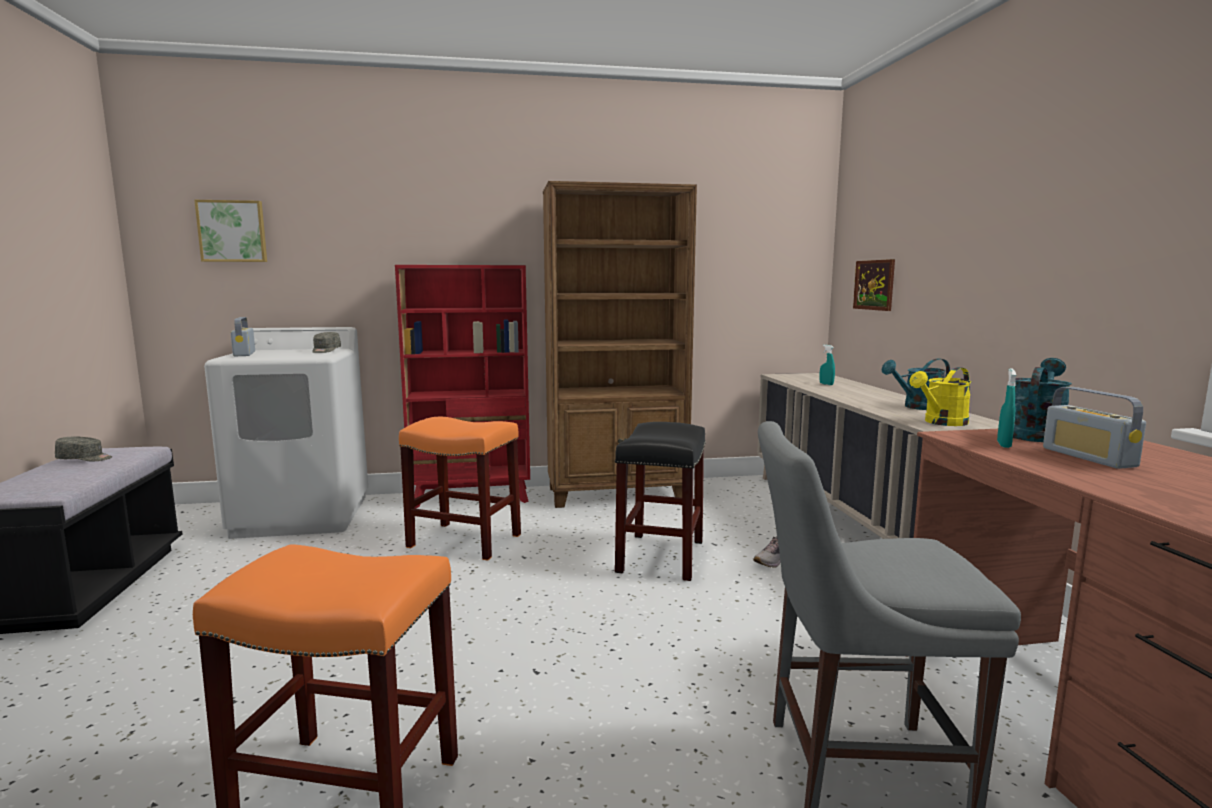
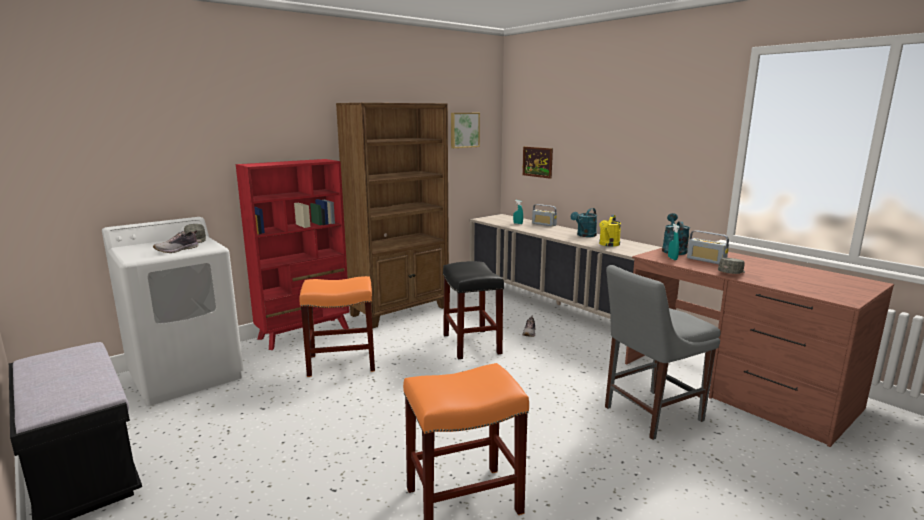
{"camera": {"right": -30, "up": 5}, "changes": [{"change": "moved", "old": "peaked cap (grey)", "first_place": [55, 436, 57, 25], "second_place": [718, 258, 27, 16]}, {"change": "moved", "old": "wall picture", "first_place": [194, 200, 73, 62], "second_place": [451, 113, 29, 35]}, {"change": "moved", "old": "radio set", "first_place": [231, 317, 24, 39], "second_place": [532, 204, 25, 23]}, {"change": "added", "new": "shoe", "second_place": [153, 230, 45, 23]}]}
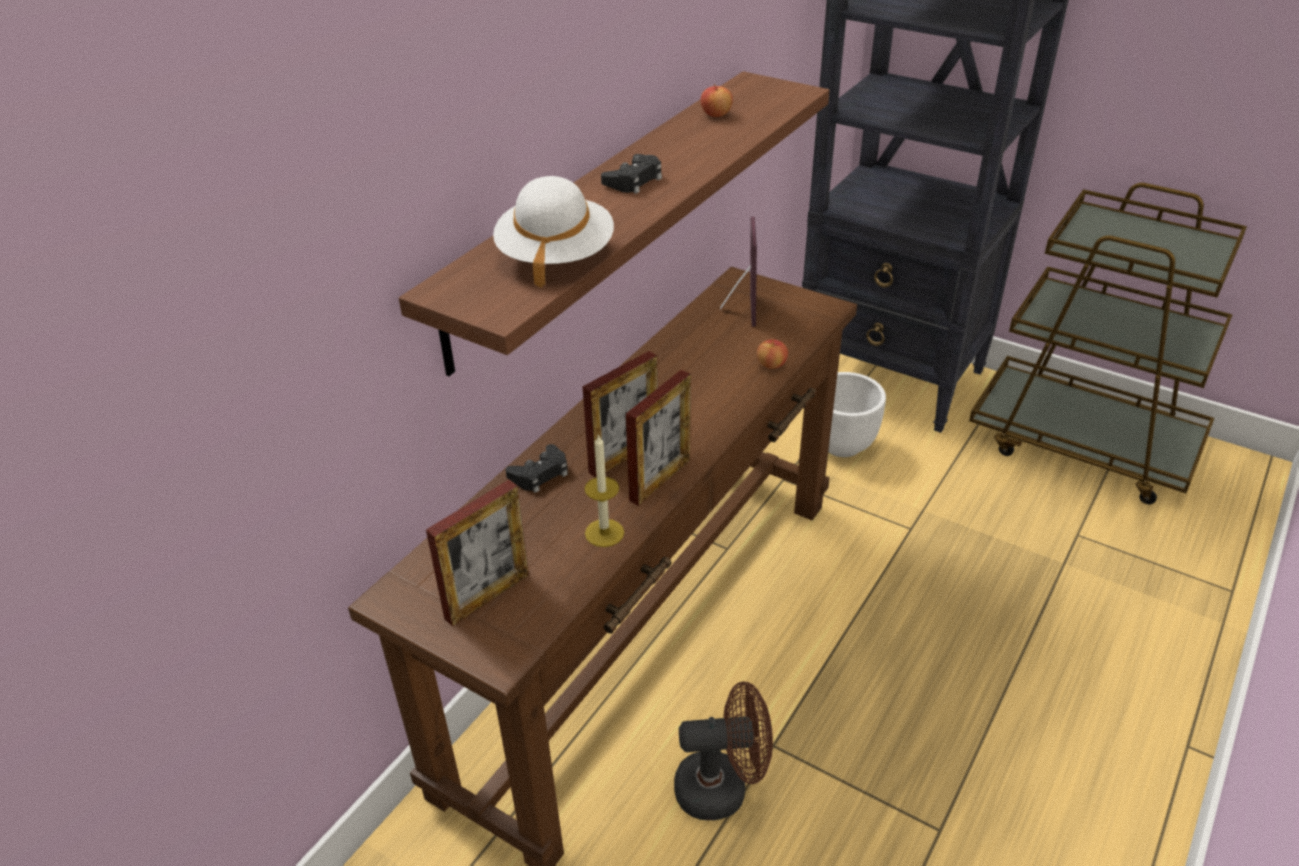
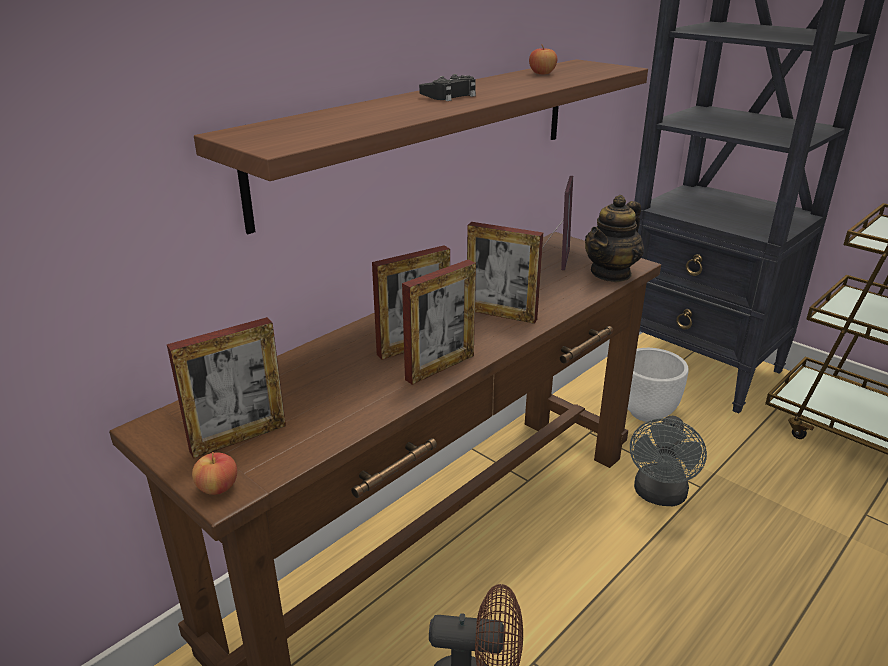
{"camera": {"right": 10, "up": -10}, "changes": [{"change": "removed", "old": "hat (whitish)", "first_place": [493, 176, 121, 112]}, {"change": "removed", "old": "gamepad (black)", "first_place": [506, 444, 62, 49]}, {"change": "removed", "old": "wax candle", "first_place": [584, 433, 40, 114]}, {"change": "moved", "old": "apple", "first_place": [757, 338, 31, 31], "second_place": [192, 452, 45, 43]}, {"change": "added", "new": "picture frame", "second_place": [467, 222, 76, 102]}, {"change": "added", "new": "tea pot", "second_place": [585, 195, 59, 87]}, {"change": "added", "new": "electric fan (grey)", "second_place": [630, 416, 77, 90]}]}
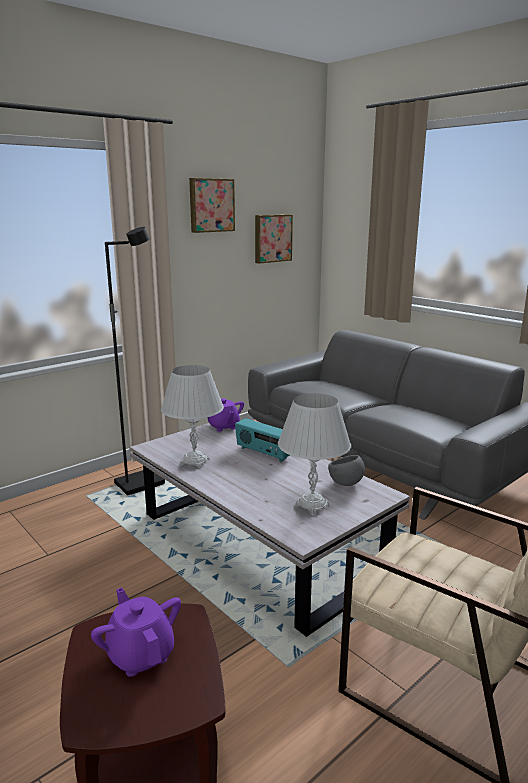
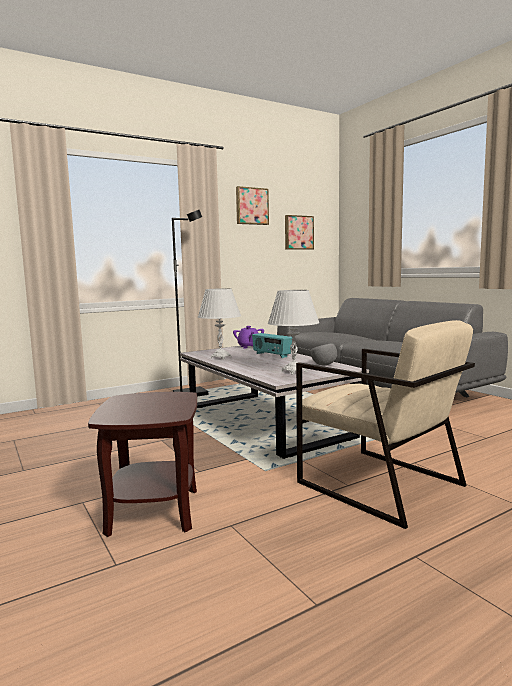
{"camera": {"right": 10, "up": -10}, "changes": [{"change": "removed", "old": "tea pot (purple)", "first_place": [91, 587, 90, 90]}]}
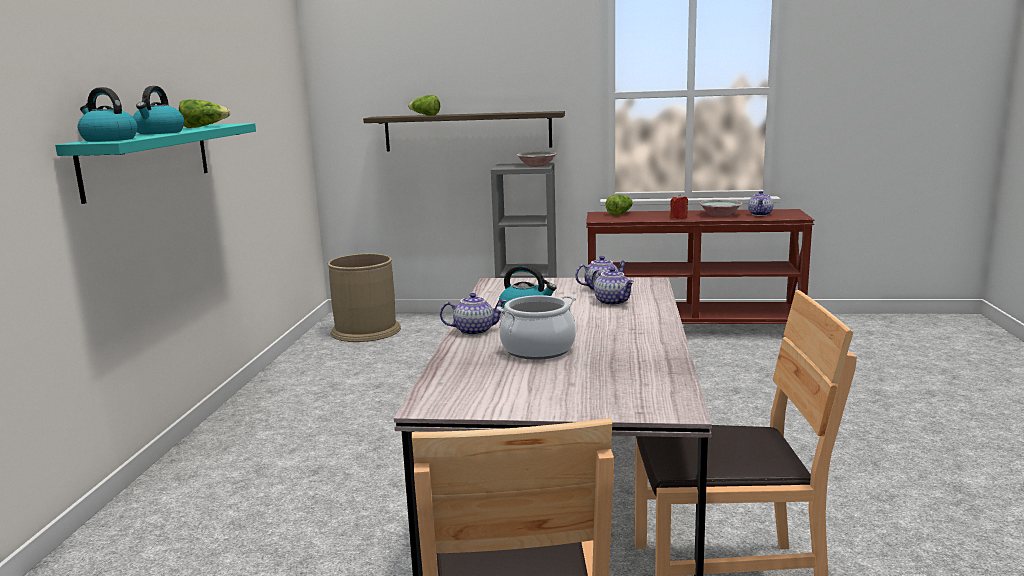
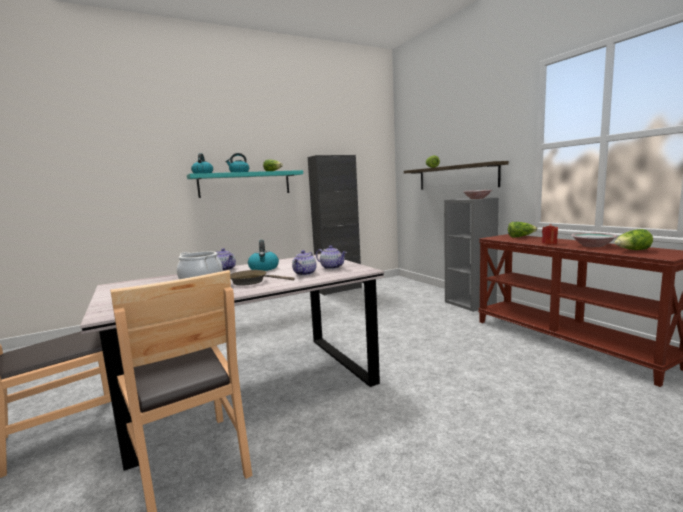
{"camera": {"right": 55, "up": -5}, "changes": [{"change": "removed", "old": "waste bin (brown-coloured)", "first_place": [328, 253, 73, 89]}, {"change": "replaced", "old": "tea pot", "new": "lettuce head", "first_place": [748, 191, 25, 25], "second_place": [615, 229, 38, 21]}, {"change": "added", "new": "pan (brown-coloured)", "second_place": [230, 270, 65, 15]}, {"change": "added", "new": "cupboard (black)", "second_place": [308, 155, 54, 140]}]}
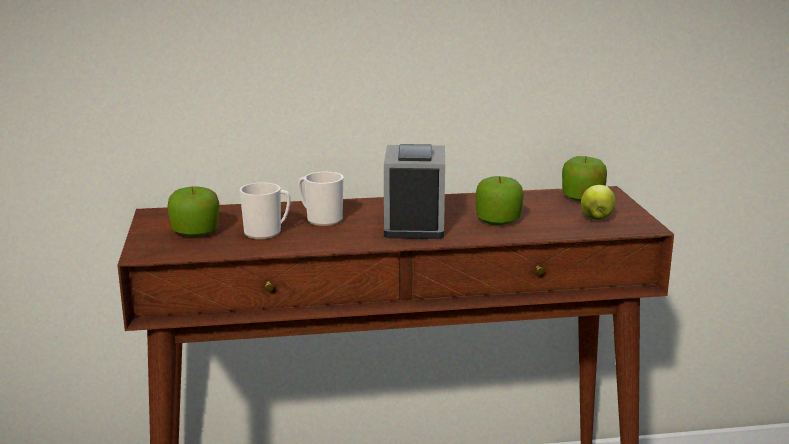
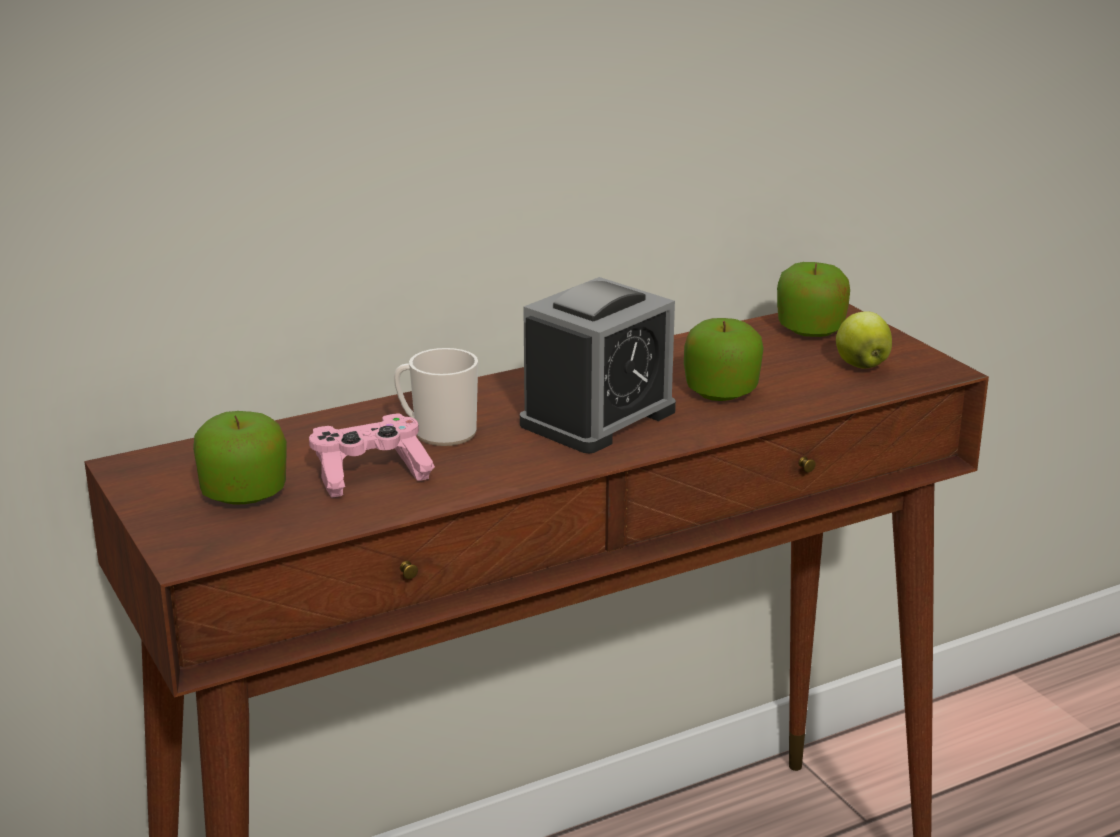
{"camera": {"right": -20, "up": 5}, "changes": [{"change": "replaced", "old": "coffee mug", "new": "gamepad (pink-coloured)", "first_place": [240, 183, 51, 56], "second_place": [309, 414, 126, 84]}, {"change": "turned", "old": "alarm clock", "first_place": [384, 144, 61, 95], "second_place": [520, 277, 156, 176], "degrees": 60}]}
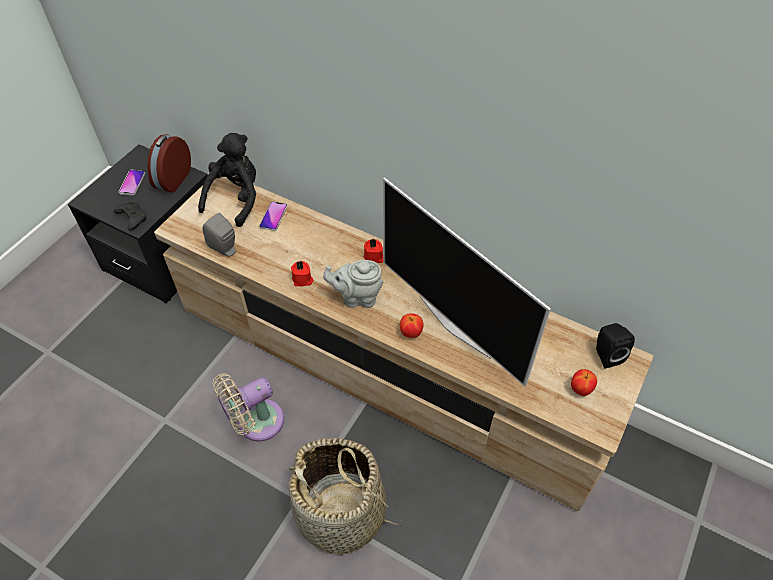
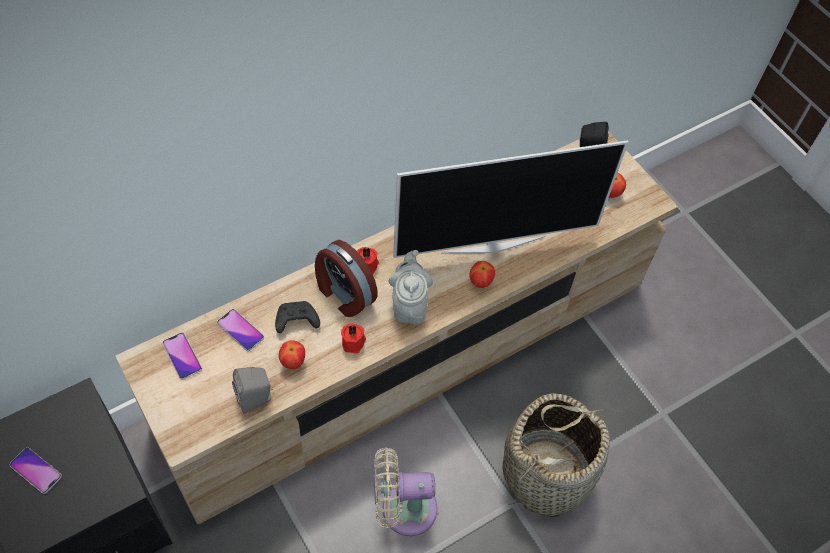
{"camera": {"right": -65, "up": 5}, "changes": [{"change": "moved", "old": "gamepad (black)", "first_place": [114, 201, 32, 30], "second_place": [275, 301, 45, 32]}, {"change": "moved", "old": "alarm clock", "first_place": [147, 134, 44, 58], "second_place": [315, 240, 63, 77]}, {"change": "replaced", "old": "cuddly toy (black)", "new": "handset", "first_place": [198, 133, 58, 94], "second_place": [162, 333, 40, 47]}, {"change": "turned", "old": "electric fan (sand-coloured)", "first_place": [213, 373, 71, 69], "second_place": [374, 447, 64, 89], "degrees": 90}, {"change": "turned", "old": "tea pot (grey)", "first_place": [323, 260, 60, 48], "second_place": [389, 250, 44, 74], "degrees": 150}, {"change": "added", "new": "apple", "second_place": [279, 340, 26, 29]}]}
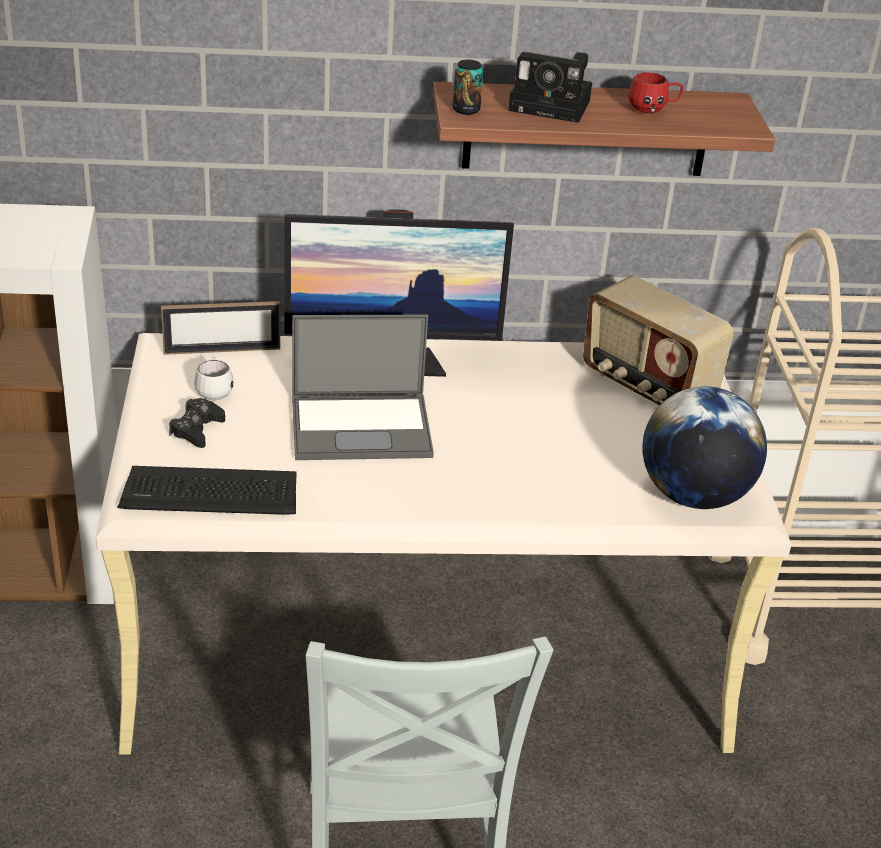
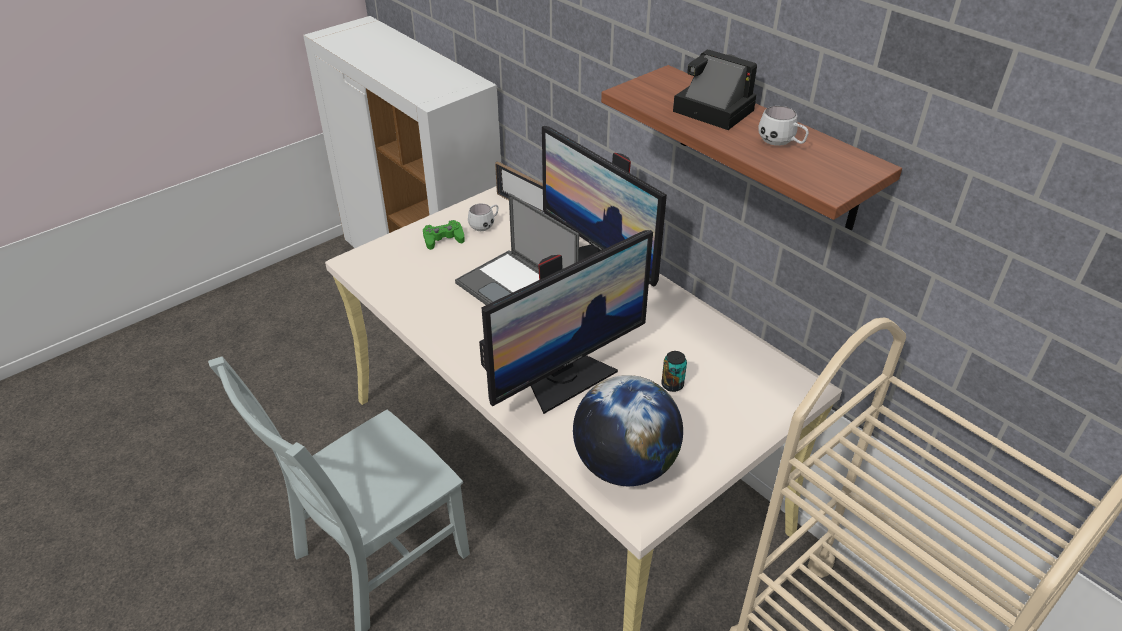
{"camera": {"right": 55, "up": 5}, "changes": [{"change": "removed", "old": "keyboard", "first_place": [117, 466, 179, 49]}, {"change": "recoloured", "old": "gamepad (black)", "new": "gamepad (green-coloured)", "first_place": [169, 398, 56, 50], "second_place": [423, 220, 42, 30]}, {"change": "moved", "old": "metal can", "first_place": [452, 60, 32, 55], "second_place": [661, 351, 26, 41]}, {"change": "turned", "old": "still camera", "first_place": [508, 52, 84, 71], "second_place": [673, 49, 84, 81], "degrees": 150}, {"change": "removed", "old": "radio set", "first_place": [583, 276, 151, 129]}, {"change": "recoloured", "old": "coffee mug (reddish)", "new": "coffee mug (whitish)", "first_place": [628, 72, 55, 41], "second_place": [758, 106, 51, 40]}, {"change": "added", "new": "computer display", "second_place": [479, 230, 174, 184]}]}
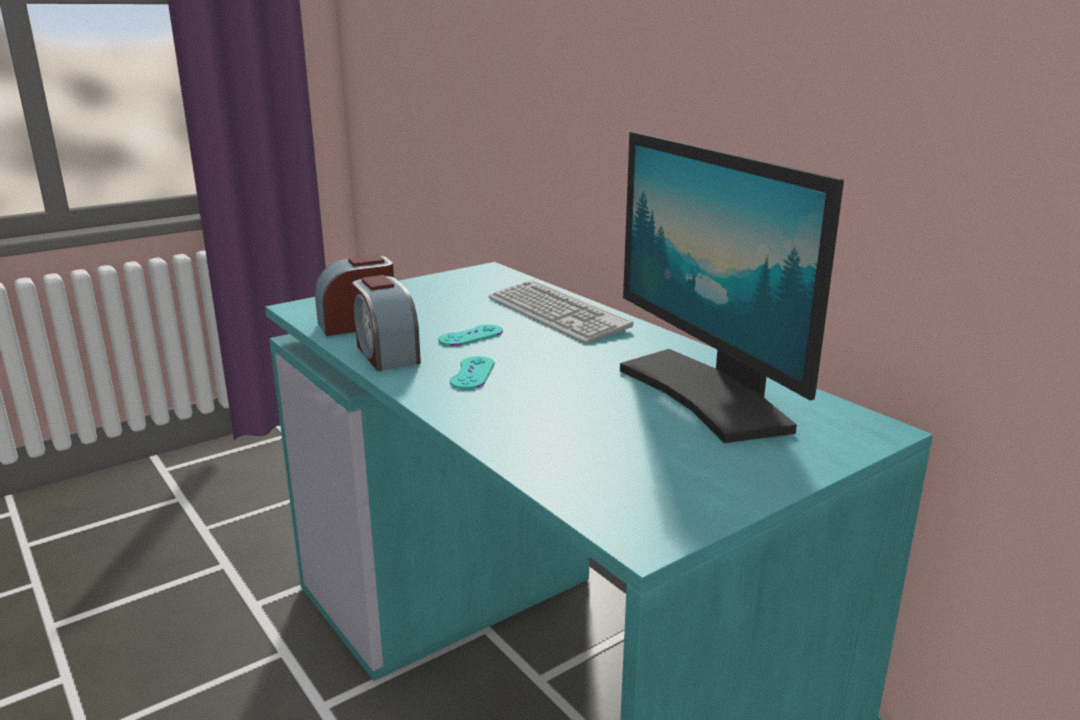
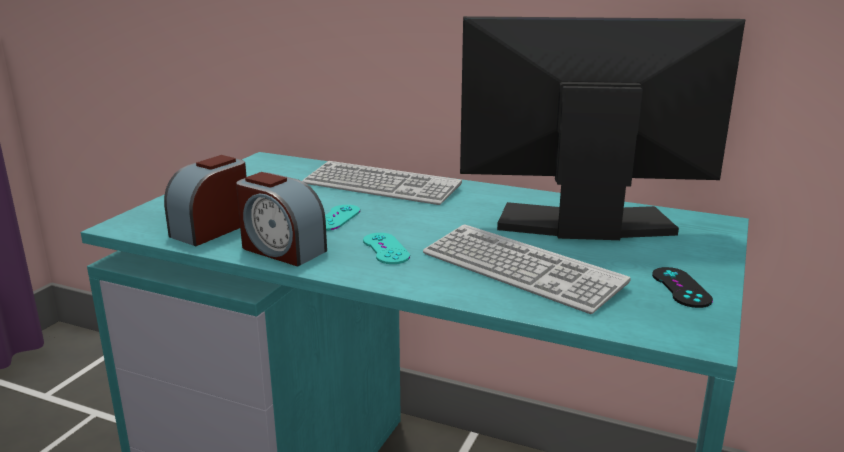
{"camera": {"right": -30, "up": 0}, "changes": [{"change": "turned", "old": "computer display", "first_place": [620, 132, 224, 311], "second_place": [460, 16, 286, 224], "degrees": 150}, {"change": "added", "new": "keyboard", "second_place": [423, 224, 208, 90]}, {"change": "added", "new": "gamepad (black)", "second_place": [652, 267, 61, 41]}]}
